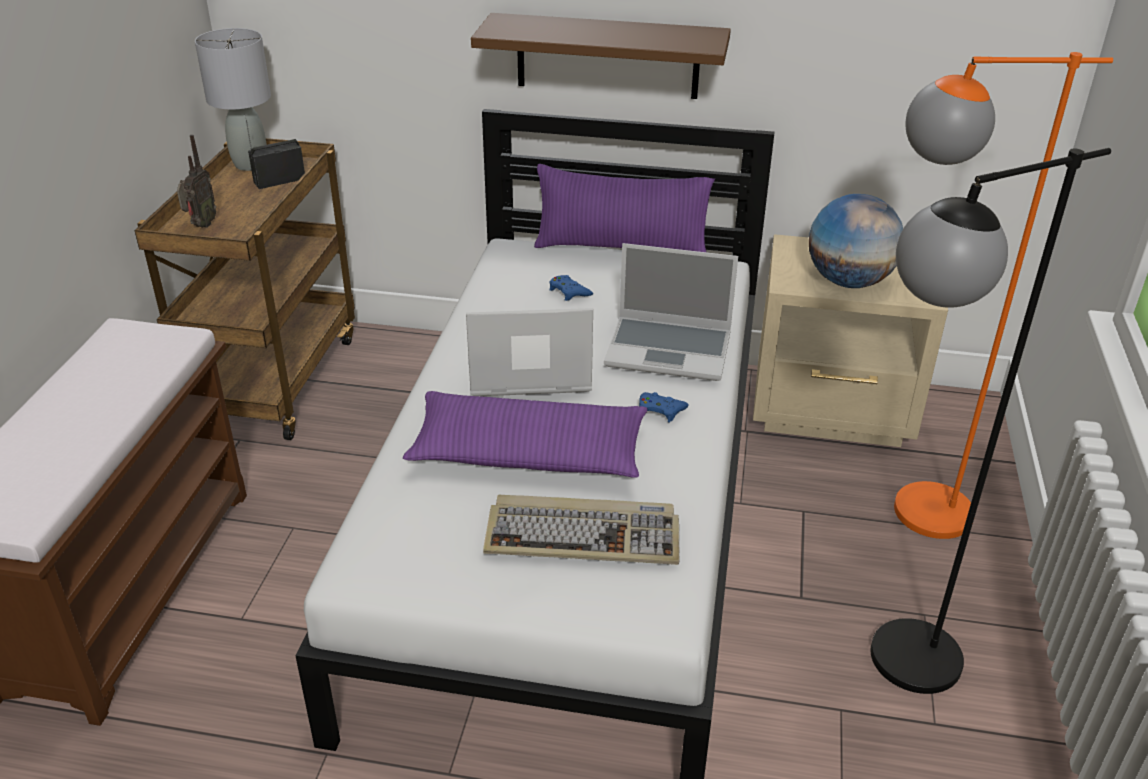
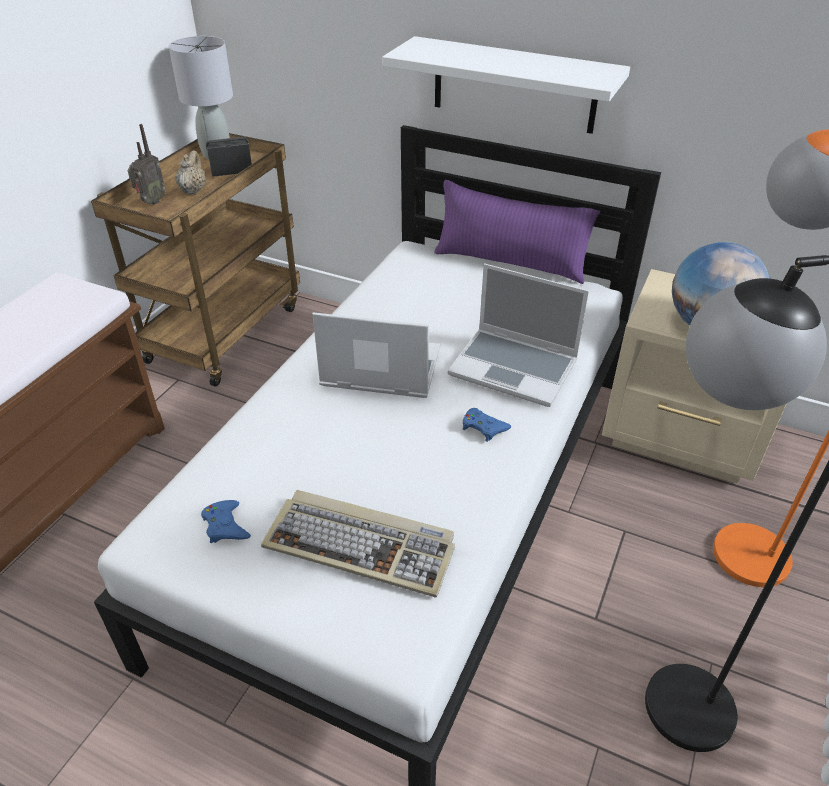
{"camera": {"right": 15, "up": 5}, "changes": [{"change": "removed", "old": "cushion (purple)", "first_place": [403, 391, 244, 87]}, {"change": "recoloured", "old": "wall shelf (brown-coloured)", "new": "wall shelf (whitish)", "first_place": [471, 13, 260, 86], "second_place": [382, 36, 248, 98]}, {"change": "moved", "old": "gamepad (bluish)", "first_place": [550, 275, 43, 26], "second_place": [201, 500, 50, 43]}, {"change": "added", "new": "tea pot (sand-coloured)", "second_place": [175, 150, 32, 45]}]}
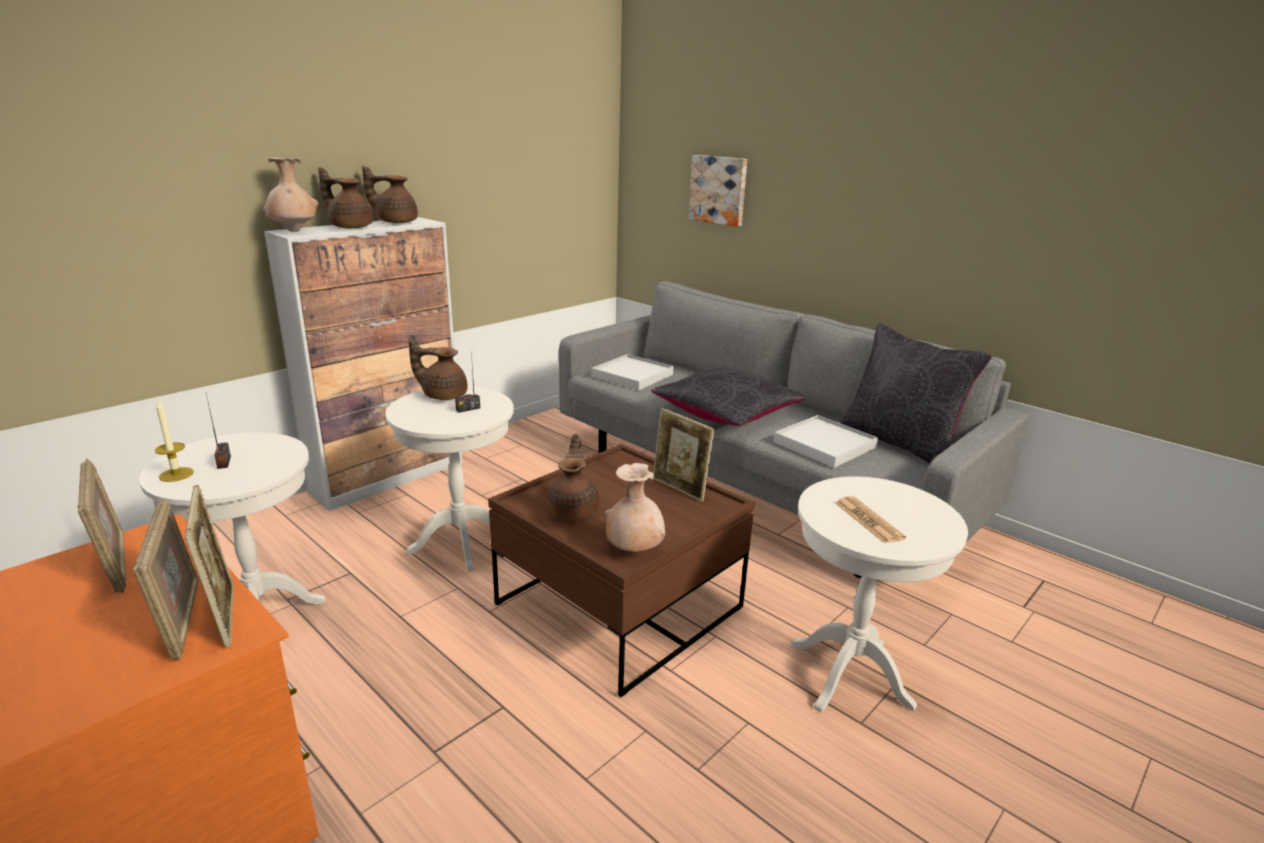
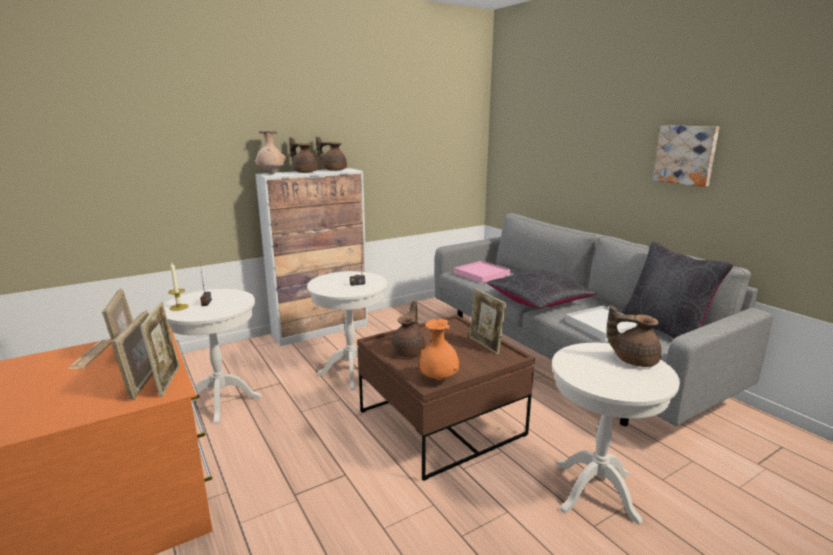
{"camera": {"right": 15, "up": -5}, "changes": [{"change": "moved", "old": "tea pot (brown-coloured)", "first_place": [408, 338, 60, 62], "second_place": [607, 305, 54, 62]}, {"change": "recoloured", "old": "tray (whitish)", "new": "tray (pink-coloured)", "first_place": [591, 354, 82, 36], "second_place": [454, 261, 56, 22]}, {"change": "recoloured", "old": "flower vase (sand-coloured)", "new": "flower vase (orangey)", "first_place": [605, 463, 61, 89], "second_place": [419, 319, 40, 61]}, {"change": "moved", "old": "wall picture", "first_place": [689, 155, 58, 72], "second_place": [653, 125, 66, 62]}, {"change": "moved", "old": "newspaper", "first_place": [835, 496, 71, 48], "second_place": [68, 340, 44, 29]}]}
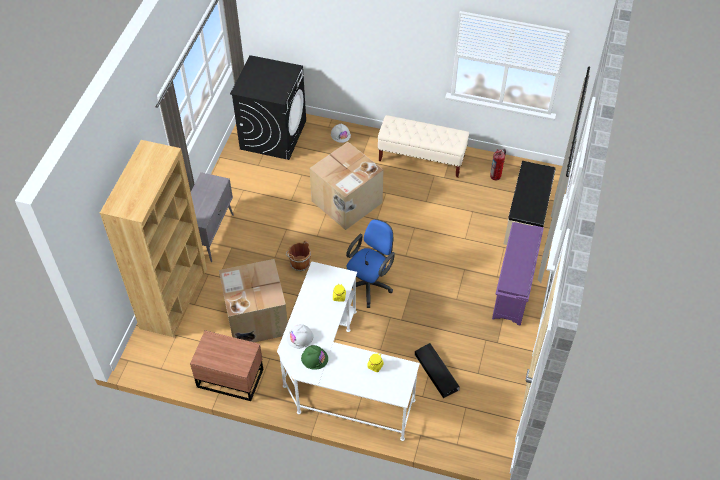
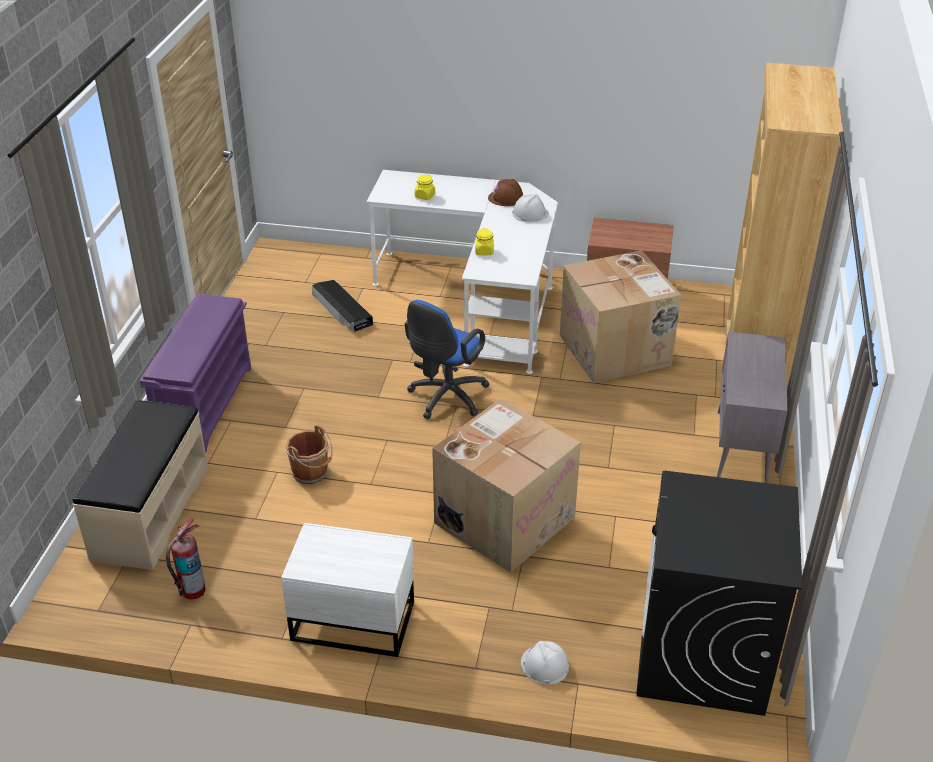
{"camera": {"right": 175, "up": -15}, "changes": [{"change": "moved", "old": "bucket (brown-coloured)", "first_place": [286, 240, 25, 31], "second_place": [286, 425, 47, 59]}, {"change": "recoloured", "old": "work helmet (green-coloured)", "new": "work helmet (brown-coloured)", "first_place": [301, 345, 27, 25], "second_place": [488, 179, 35, 27]}, {"change": "replaced", "old": "long seat (sand-coloured)", "new": "night table (whitish)", "first_place": [377, 115, 92, 63], "second_place": [281, 523, 133, 134]}]}
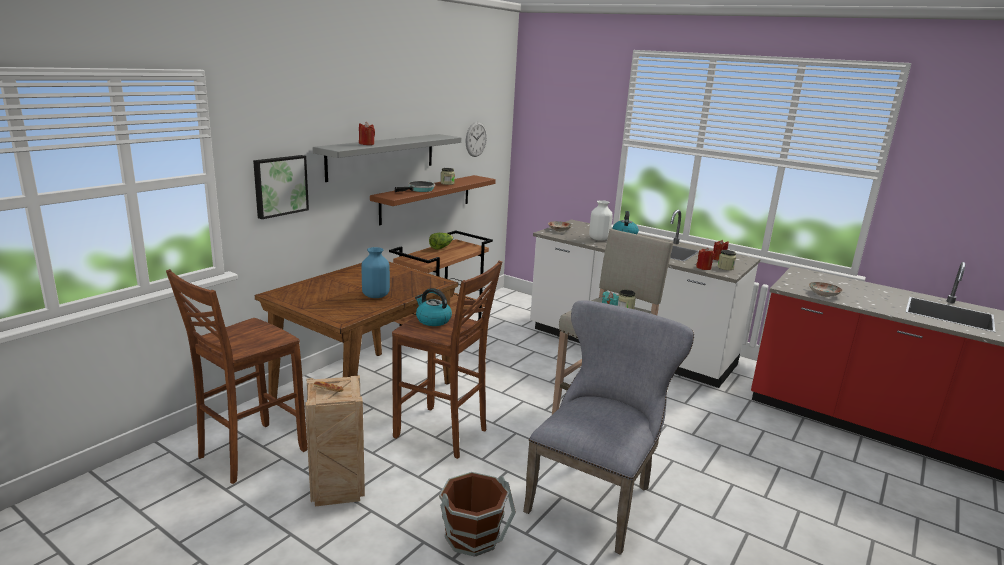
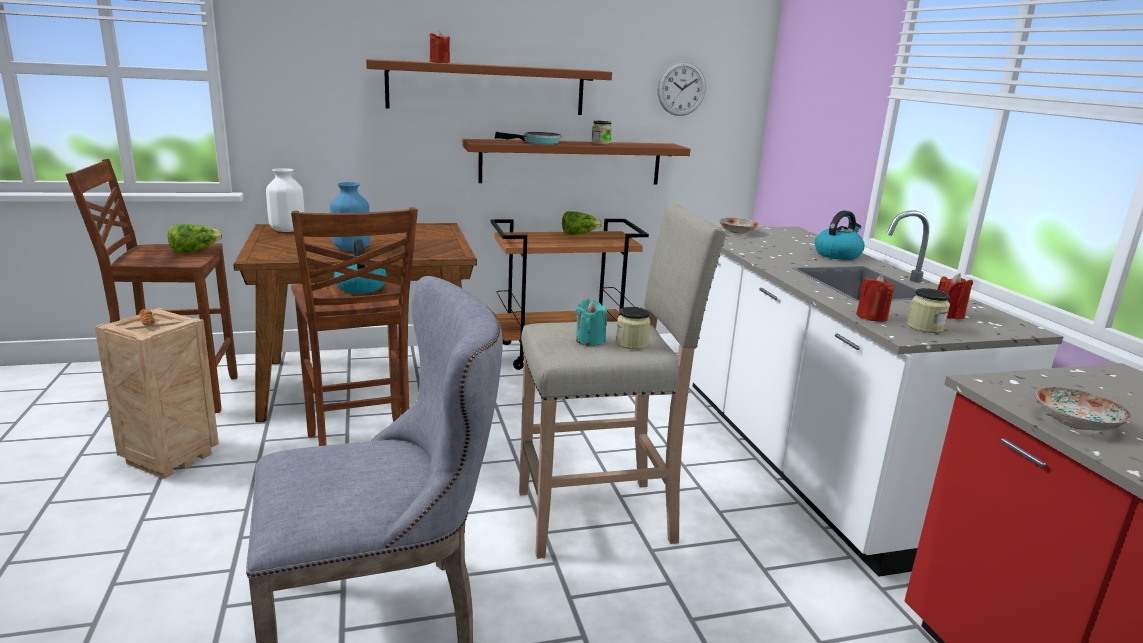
{"camera": {"right": 40, "up": 0}, "changes": [{"change": "removed", "old": "wall picture", "first_place": [253, 155, 56, 64]}, {"change": "recoloured", "old": "wall shelf (grey)", "new": "wall shelf (brown-coloured)", "first_place": [313, 134, 148, 48], "second_place": [366, 59, 246, 56]}, {"change": "removed", "old": "bucket (brown-coloured)", "first_place": [439, 472, 77, 85]}, {"change": "moved", "old": "flower vase (whitish)", "first_place": [589, 200, 24, 41], "second_place": [266, 168, 39, 64]}, {"change": "added", "new": "lettuce head", "second_place": [168, 224, 55, 30]}]}
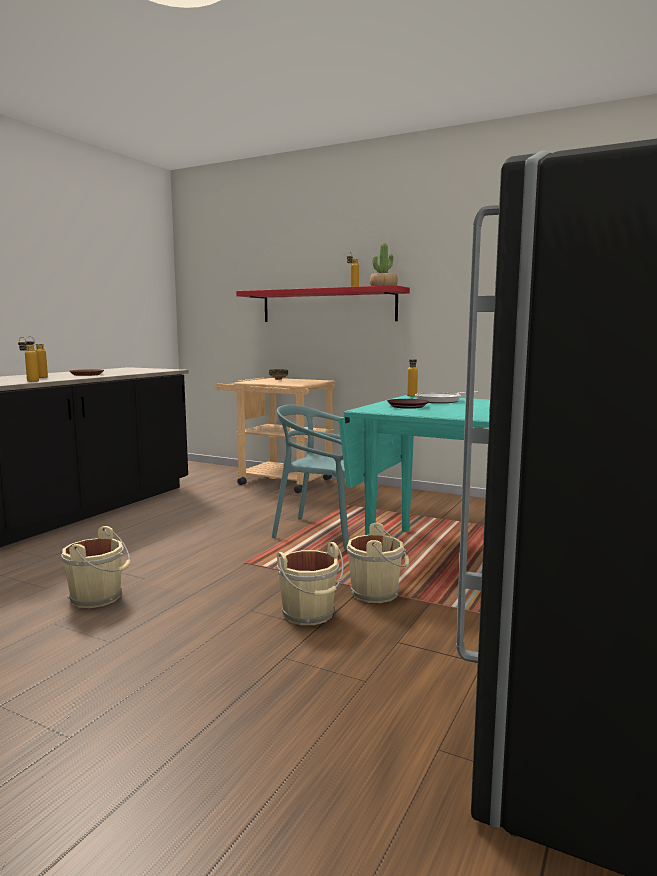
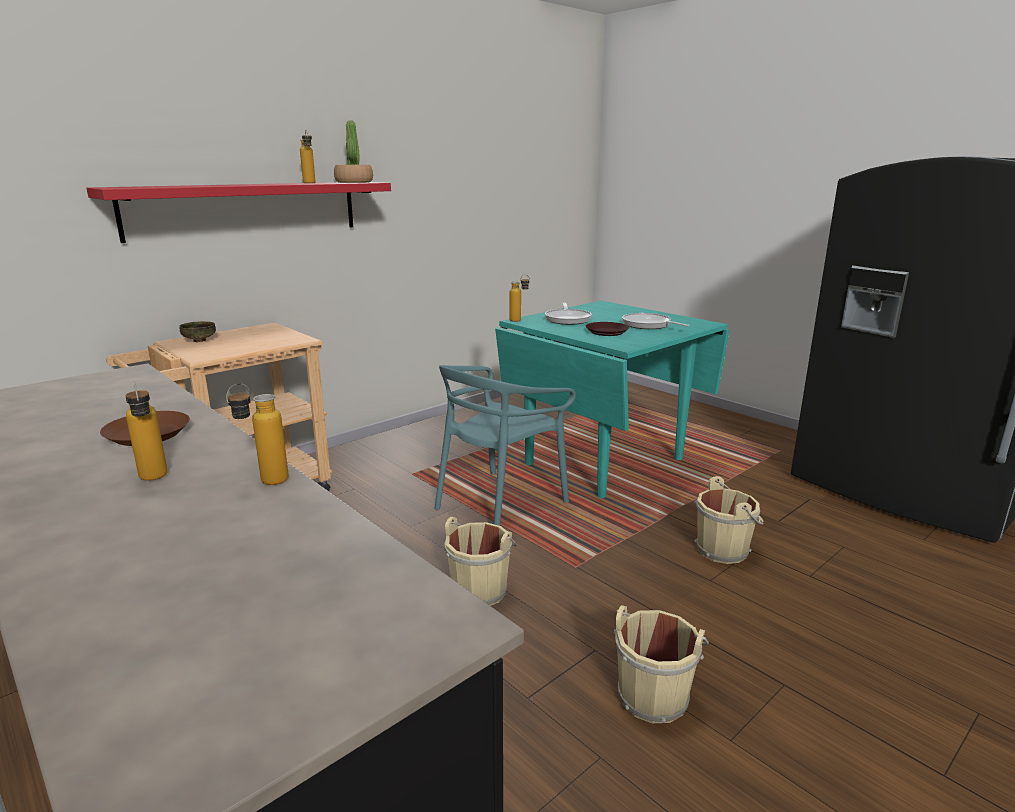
{"camera": {"right": -70, "up": 10}, "changes": [{"change": "moved", "old": "bucket (sand-coloured)", "first_place": [347, 523, 62, 80], "second_place": [444, 517, 73, 89]}, {"change": "added", "new": "pan", "second_place": [622, 313, 67, 16]}]}
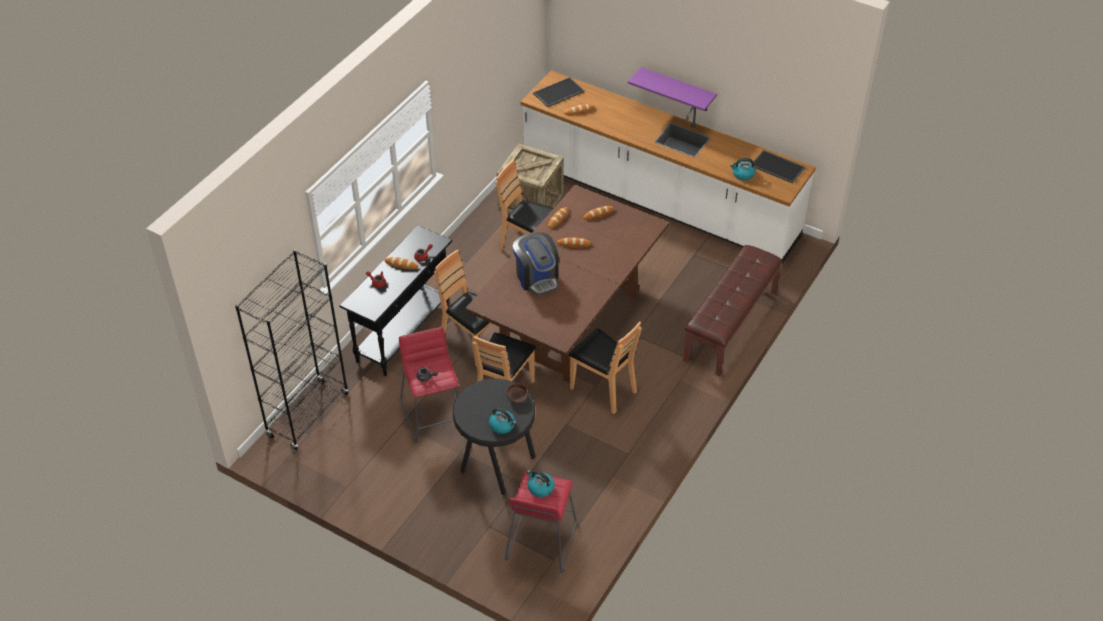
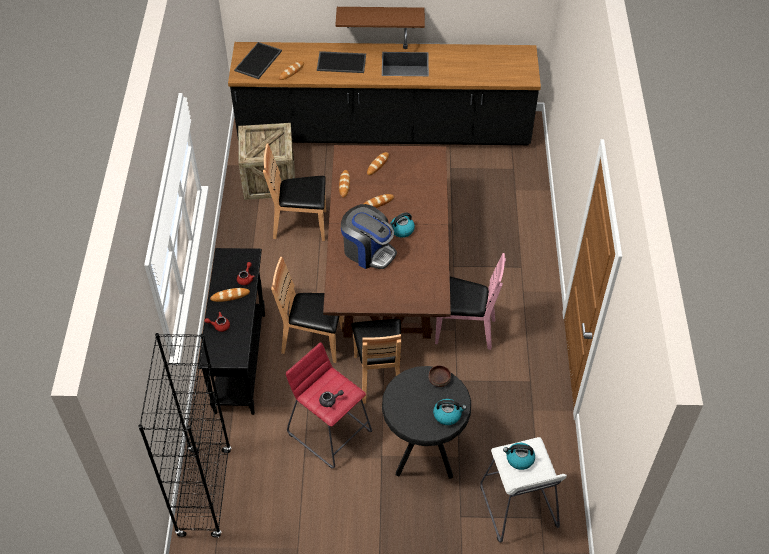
{"camera": {"right": -30, "up": 5}, "changes": [{"change": "recoloured", "old": "stool (reddish)", "new": "stool (whitish)", "first_place": [505, 471, 72, 102], "second_place": [480, 437, 87, 106]}, {"change": "recoloured", "old": "kitchen base unit (whitish)", "new": "kitchen base unit (black)", "first_place": [520, 70, 296, 193], "second_place": [228, 28, 313, 117]}, {"change": "recoloured", "old": "upright chair (brown-coloured)", "new": "upright chair (pink-coloured)", "first_place": [569, 321, 73, 93], "second_place": [435, 253, 71, 97]}, {"change": "recoloured", "old": "wall shelf (purple)", "new": "wall shelf (brown-coloured)", "first_place": [628, 67, 89, 44], "second_place": [335, 7, 90, 21]}, {"change": "removed", "old": "long seat (brown-coloured)", "first_place": [683, 245, 100, 131]}, {"change": "moved", "old": "water kettle", "first_place": [730, 158, 25, 23], "second_place": [390, 213, 25, 25]}, {"change": "moved", "old": "tray", "first_place": [751, 150, 55, 34], "second_place": [317, 51, 49, 22]}]}
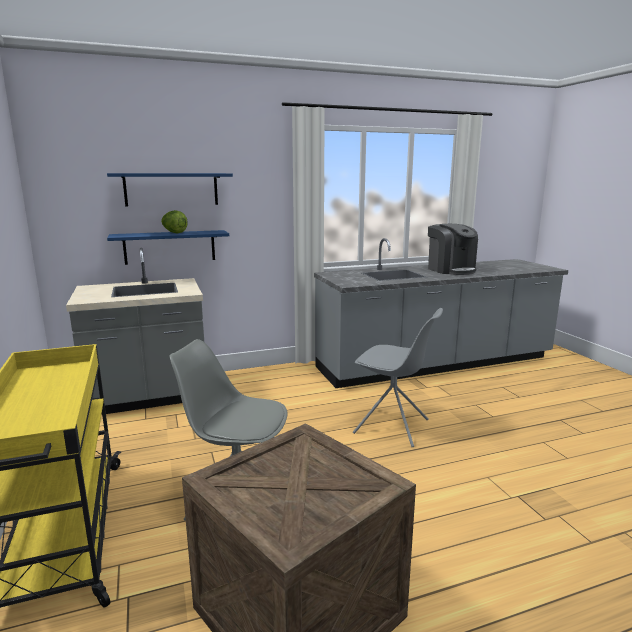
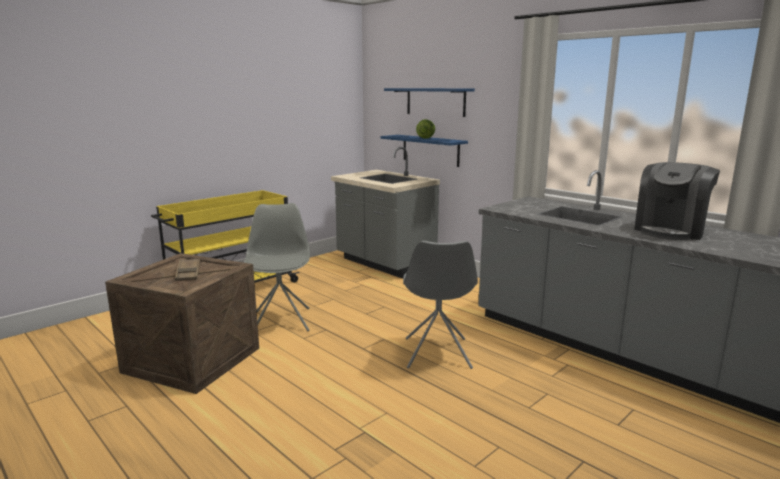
{"camera": {"right": 65, "up": 0}, "changes": [{"change": "added", "new": "tray (brown-coloured)", "second_place": [175, 258, 25, 23]}]}
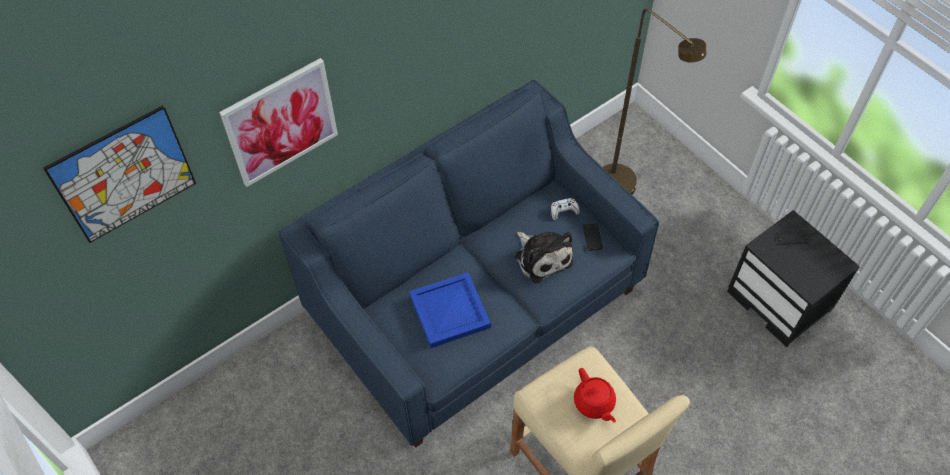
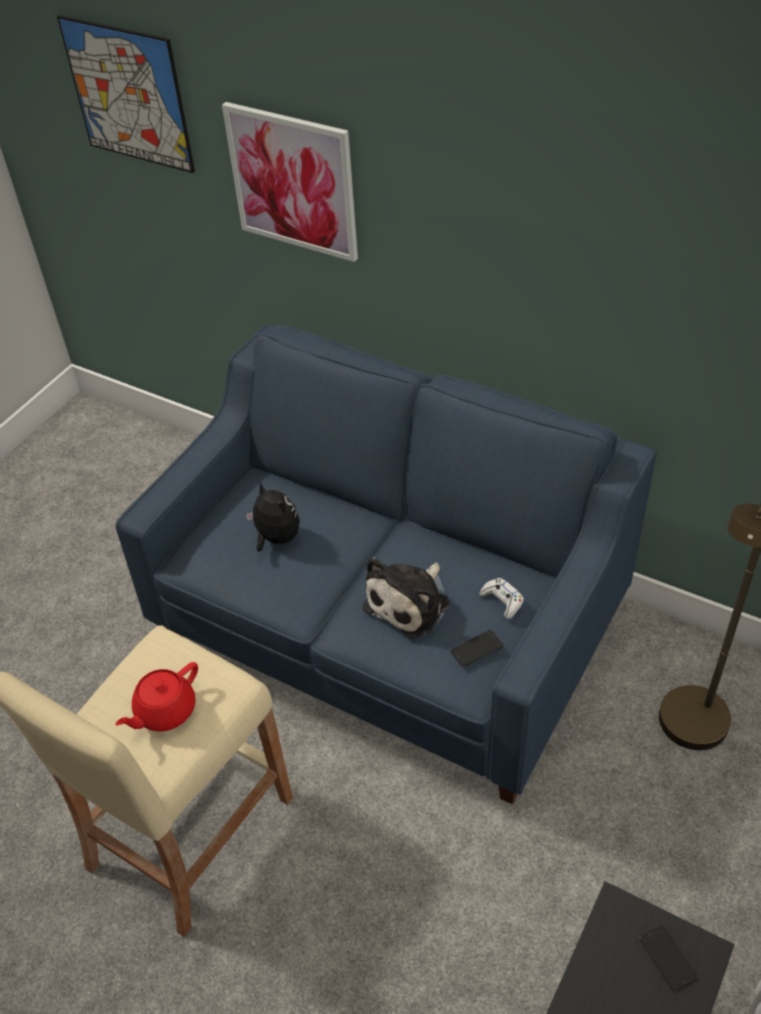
{"camera": {"right": 70, "up": -10}, "changes": [{"change": "replaced", "old": "tray (bluish)", "new": "cuddly toy", "first_place": [409, 272, 82, 76], "second_place": [246, 481, 54, 71]}]}
